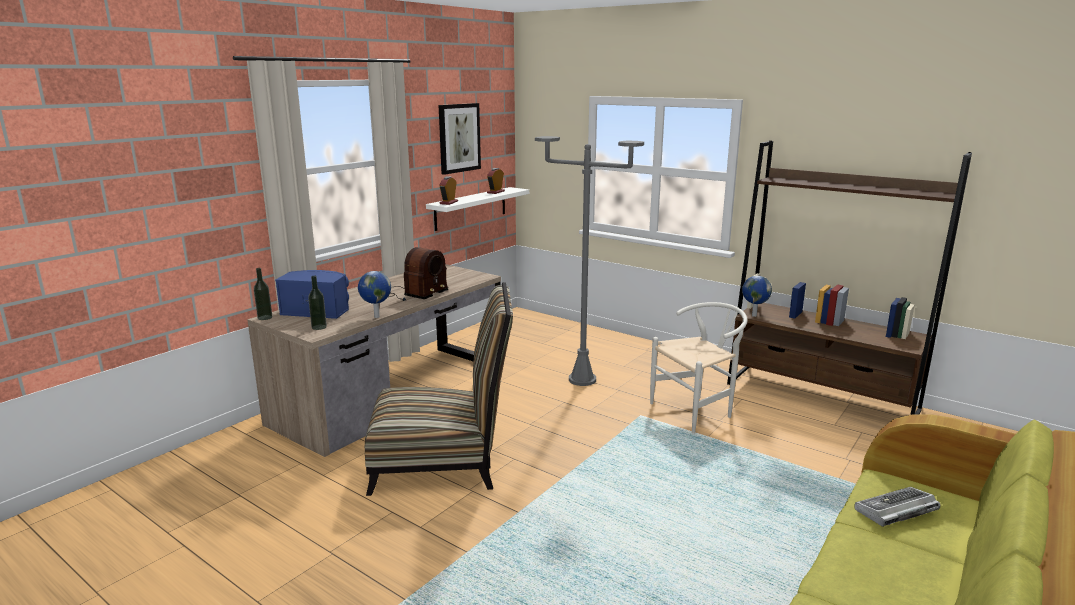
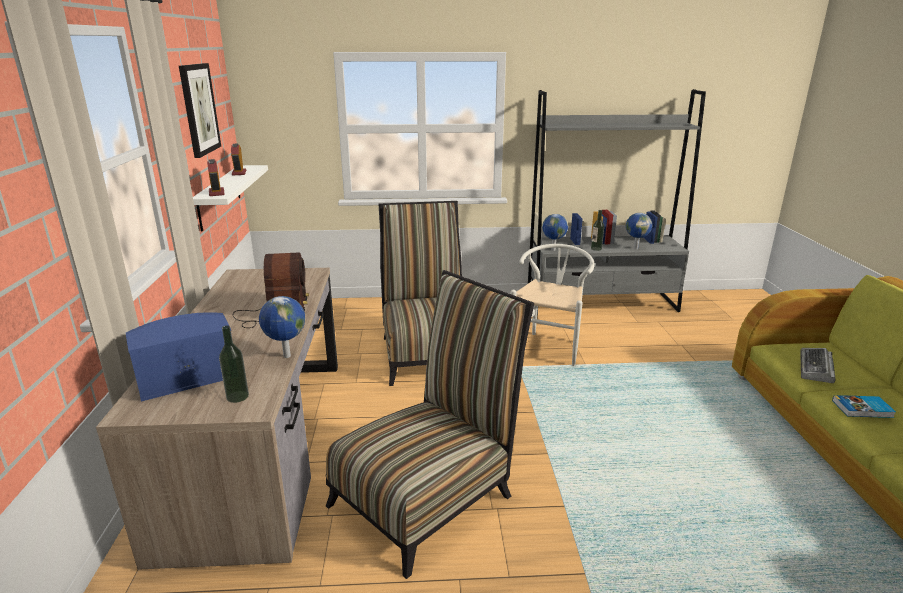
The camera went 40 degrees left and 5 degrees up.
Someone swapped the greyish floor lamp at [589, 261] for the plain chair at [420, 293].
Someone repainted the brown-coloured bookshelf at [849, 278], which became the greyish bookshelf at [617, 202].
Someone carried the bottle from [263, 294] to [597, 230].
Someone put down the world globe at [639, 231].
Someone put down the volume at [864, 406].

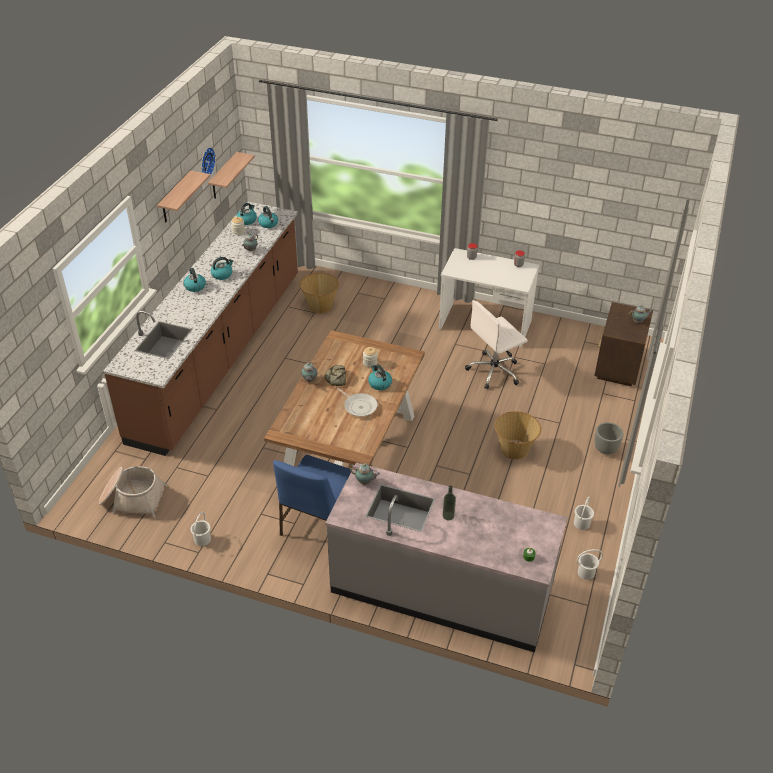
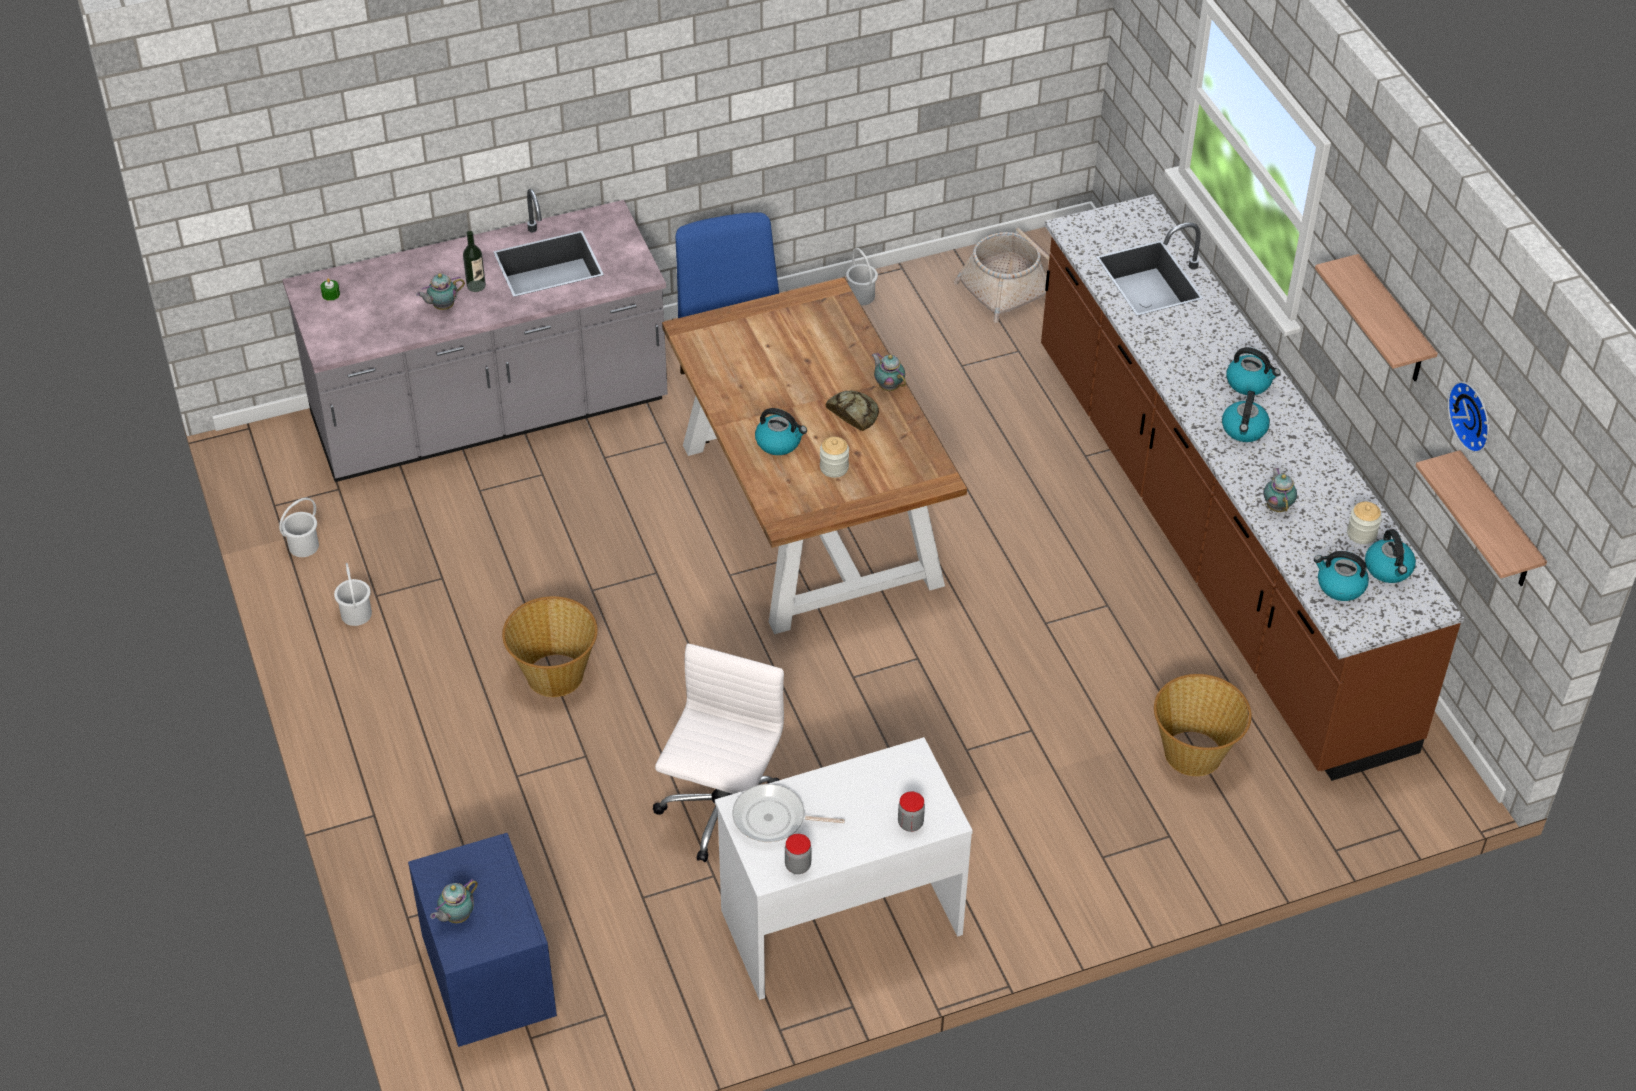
The camera went 140 degrees right and 5 degrees up.
Someone repainted the brown-coloured bedside table at [623, 344], which became the blue-coloured bedside table at [482, 940].
Someone carried the skillet from [357, 402] to [788, 813].
Someone took away the greyish plant pot at [609, 438].
Someone carried the pot for tea from [365, 474] to [440, 291].

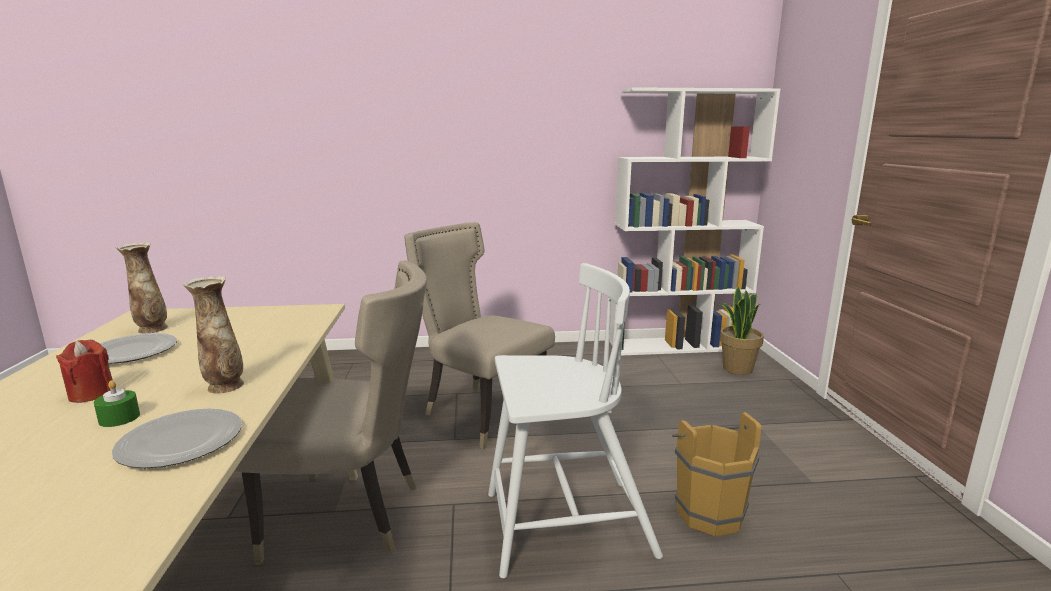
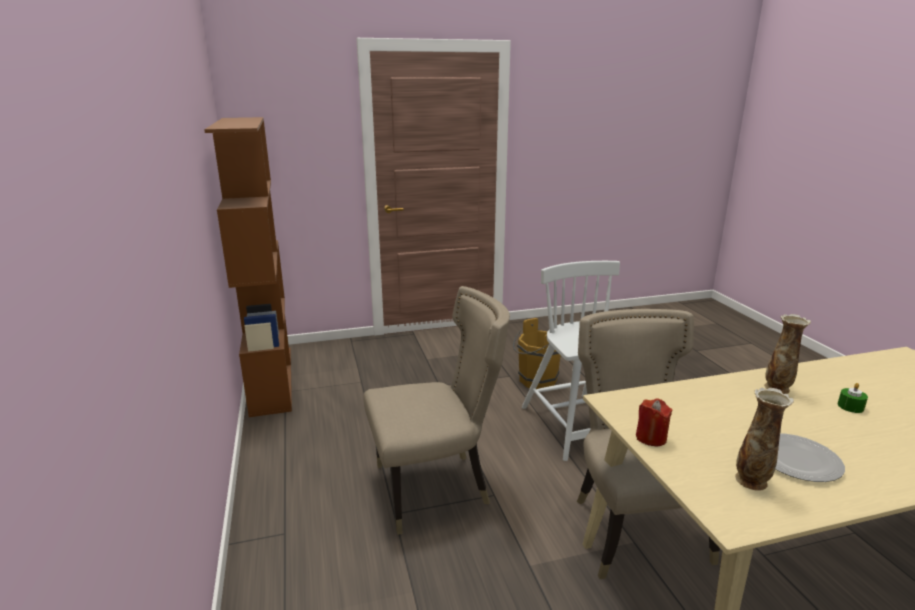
The camera went 100 degrees left and 5 degrees up.
Someone repainted the white-coloured bookshelf at [695, 221], which became the brown-coloured bookshelf at [248, 267].
Someone rotated the sand-coloured plain chair at [479, 335] by 135 degrees counterclockwise.
Someone took away the plant in a pot at [741, 330].
Someone carried the red-coloured wax candle from [84, 371] to [654, 422].
Someone took away the dinner plate at [177, 438].

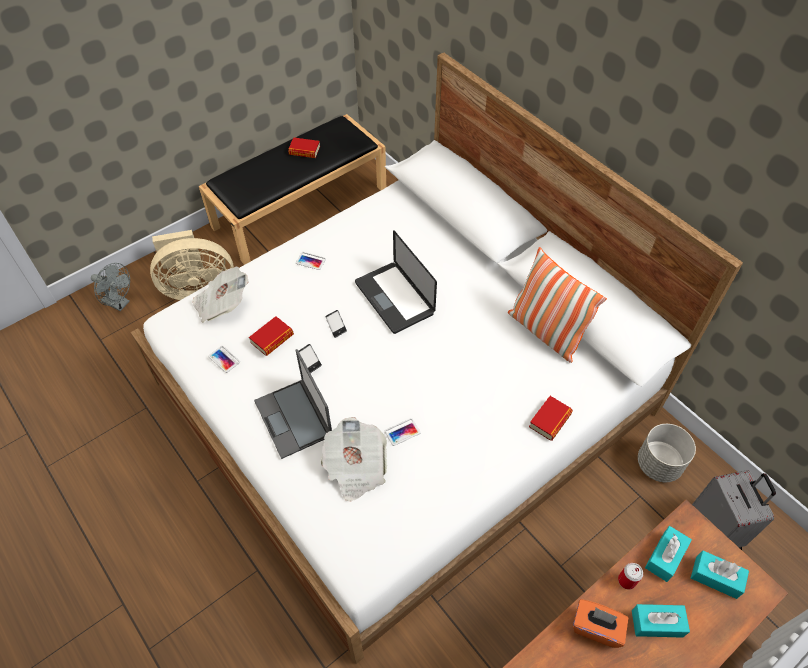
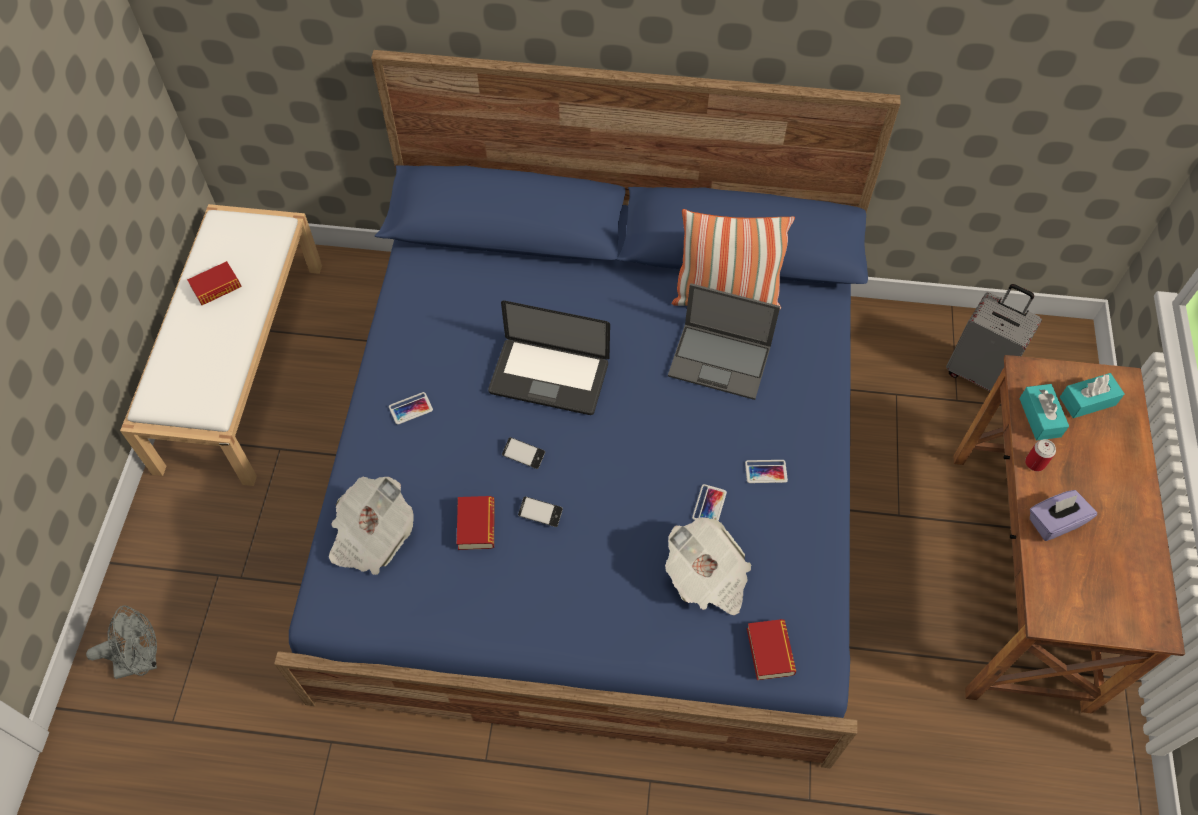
The camera went 45 degrees left and 5 degrees up.
Someone repainted the white-coloured bedroom bed at [437, 358], which became the blue-coloured bedroom bed at [587, 409].
Someone repainted the black-coloured long seat at [292, 189], which became the white-coloured long seat at [221, 345].
Someone took away the sand-coloured electric fan at [192, 265].
Someone carried the phone from [224, 359] to [766, 471].
Someone carried the portable computer from [293, 404] to [724, 341].
Someone carried the volume from [551, 418] to [771, 649].
Someone took away the greyish plant pot at [667, 453].
Someone repainted the orangey tissue box at [600, 623], which became the purple tissue box at [1063, 515].
Someone took away the turquoise tissue box at [661, 621].

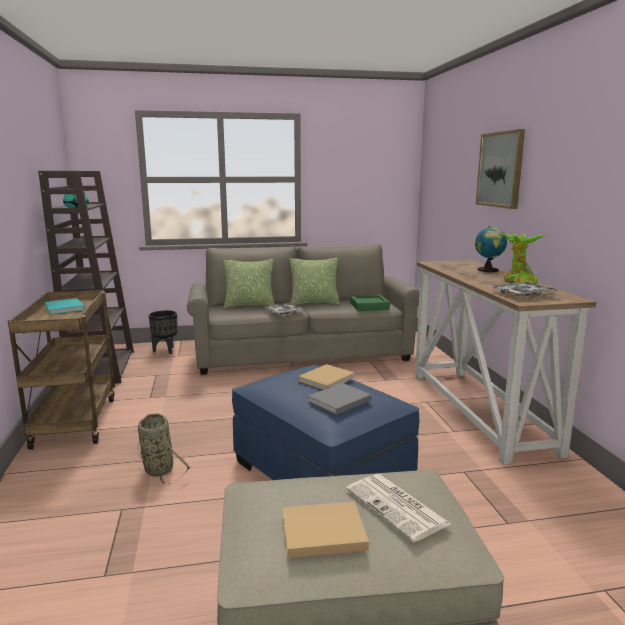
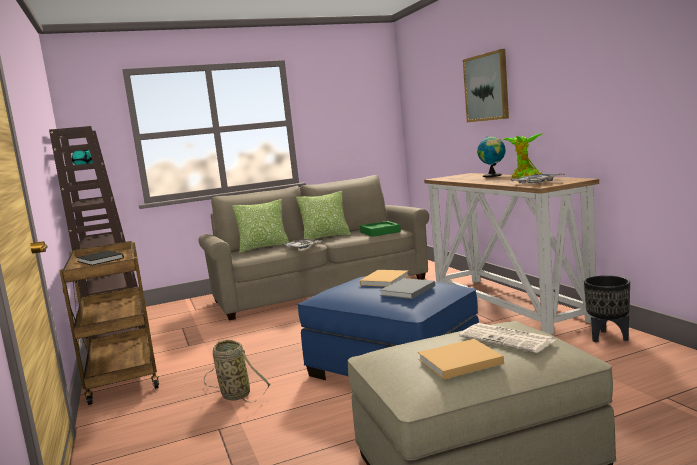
The camera went 10 degrees left and 5 degrees down.
Someone repainted the turquoise volume at [65, 306], which became the black-coloured volume at [100, 258].
Someone carried the black-coloured plant pot from [163, 332] to [607, 308].

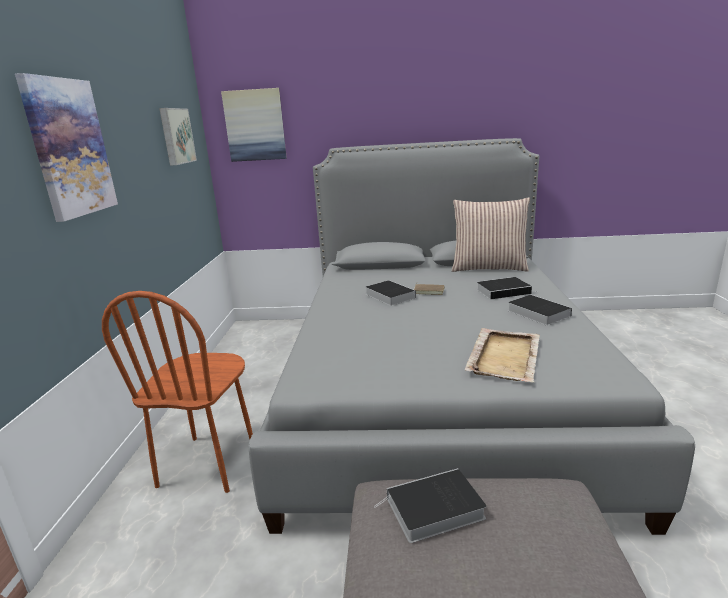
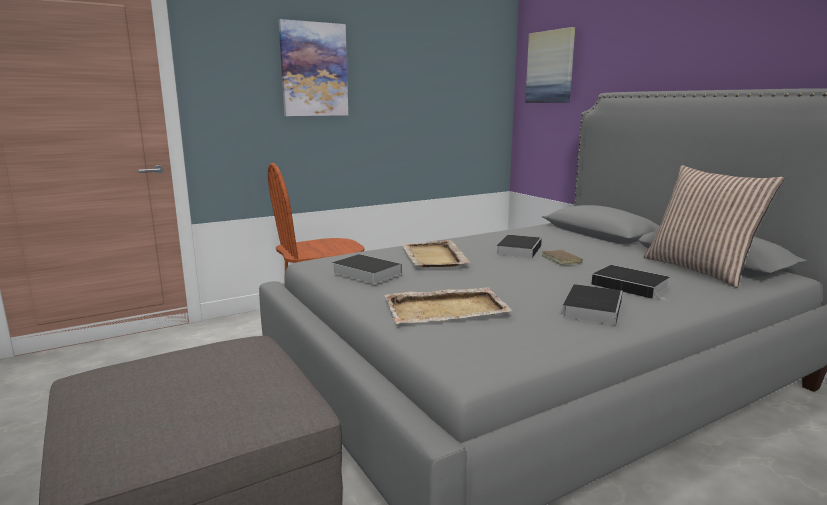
The camera went 55 degrees right and 5 degrees down.
Someone took away the wall picture at [178, 137].
Someone carried the volume from [430, 505] to [367, 269].
Someone put down the sand-coloured serving tray at [436, 253].

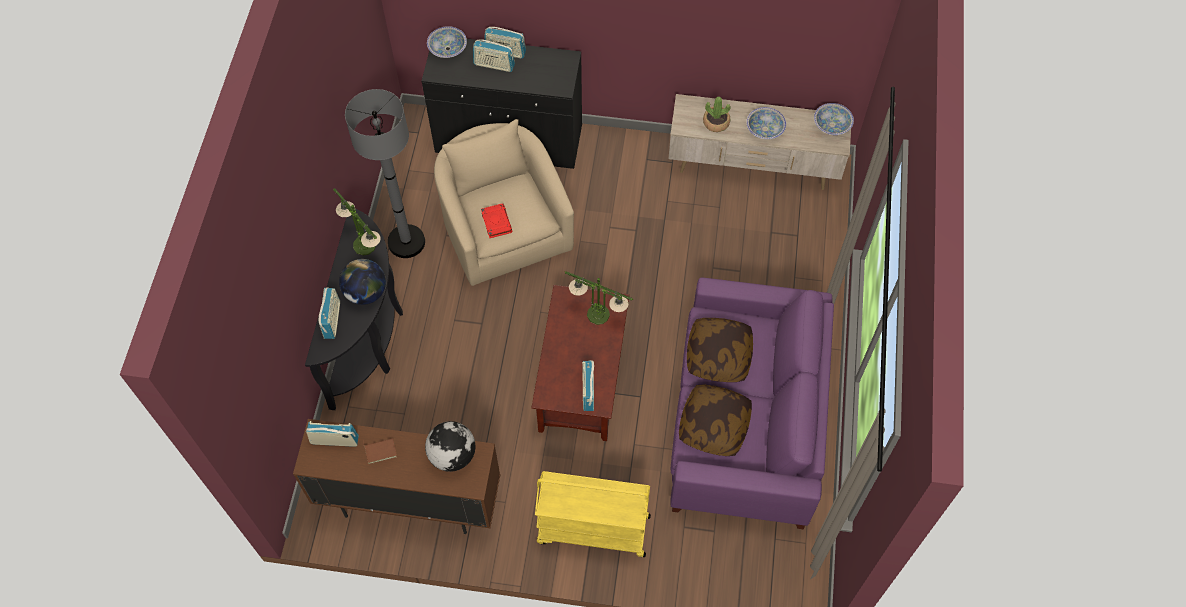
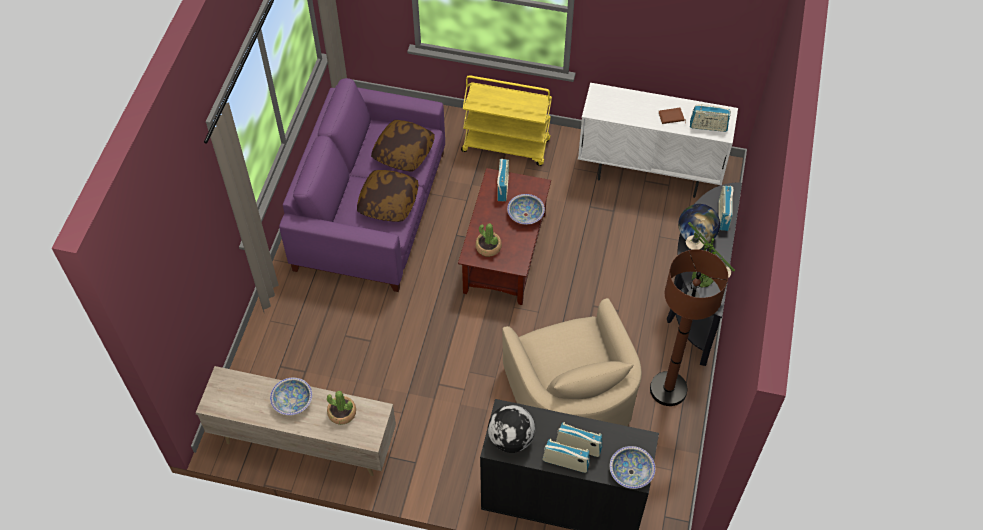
The camera went 175 degrees left and 5 degrees down.
Someone repainted the greyish floor lamp at [385, 173], which became the brown-coloured floor lamp at [689, 327].
Someone carried the serving bowl from [834, 119] to [526, 209].
Someone took away the red-coloured volume at [496, 220].
Someone swapped the table lamp at [599, 298] for the plant in a pot at [488, 240].
Someone repainted the brown-coloured cabinet at [396, 476], which became the white-coloured cabinet at [658, 140].
Someone carried the world globe from [450, 446] to [511, 429].

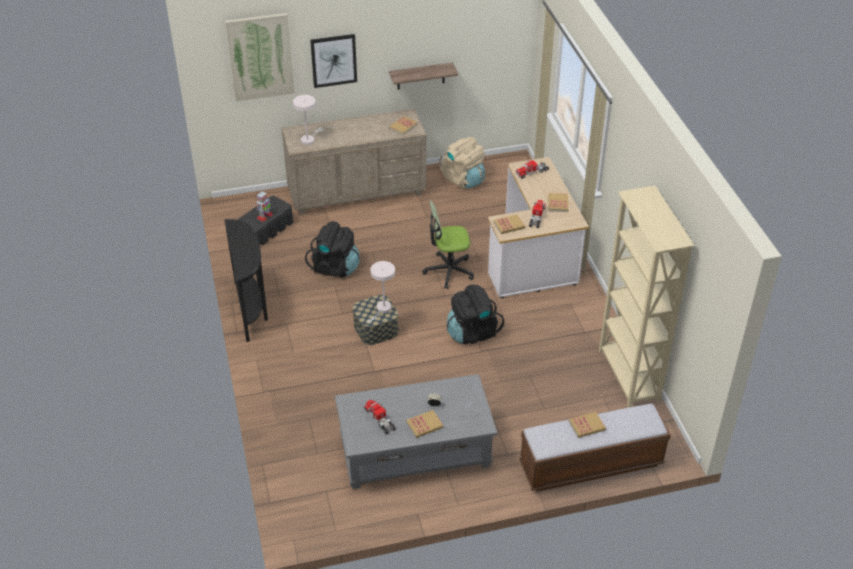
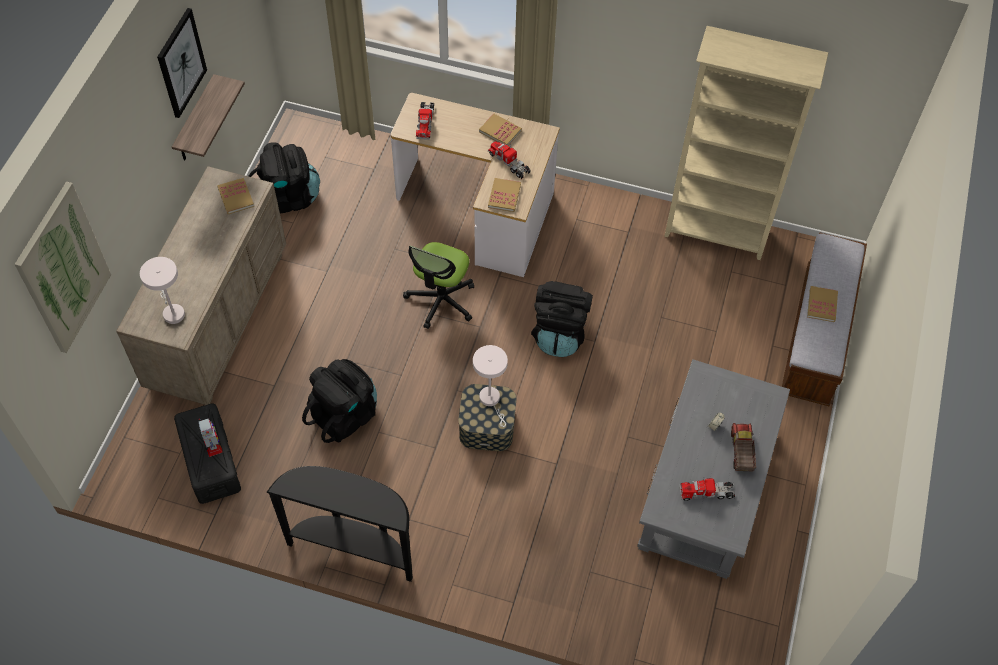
The camera went 60 degrees left and 15 degrees up.
Someone carried the wall picture from [333, 61] to [182, 63].
Someone repainted the sand-coloured rucksack at [462, 163], which became the black-coloured rucksack at [284, 178].
Someone swapped the volume at [424, 424] for the model truck at [743, 447].

